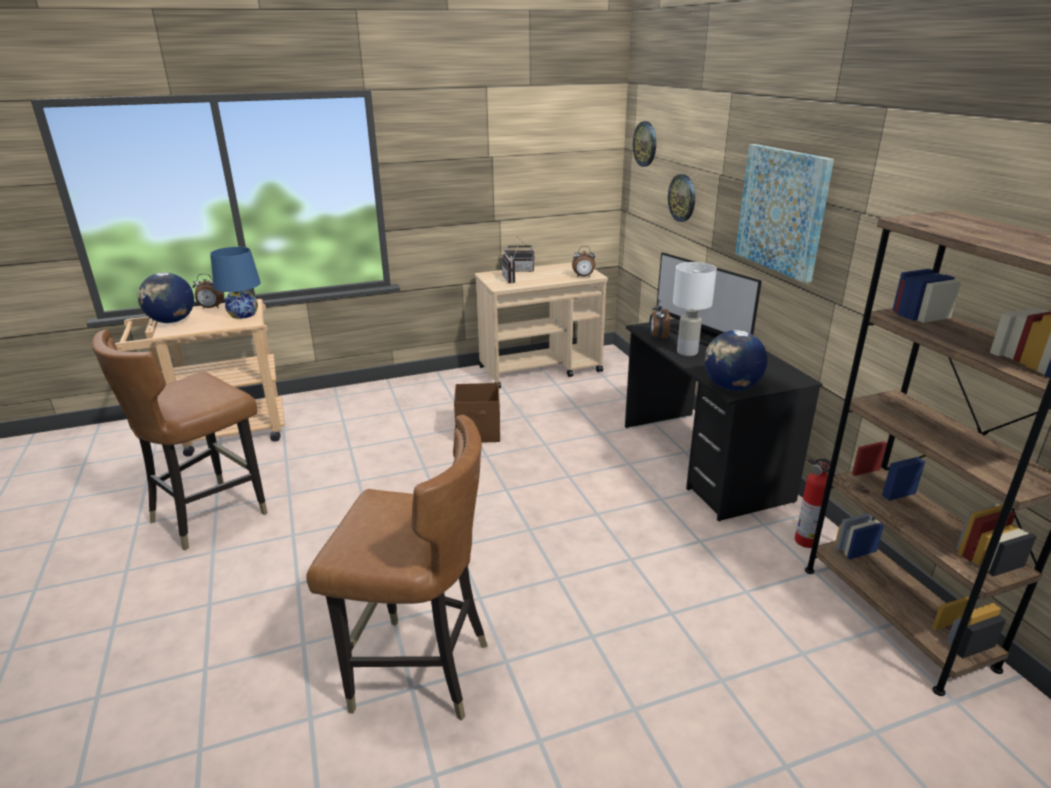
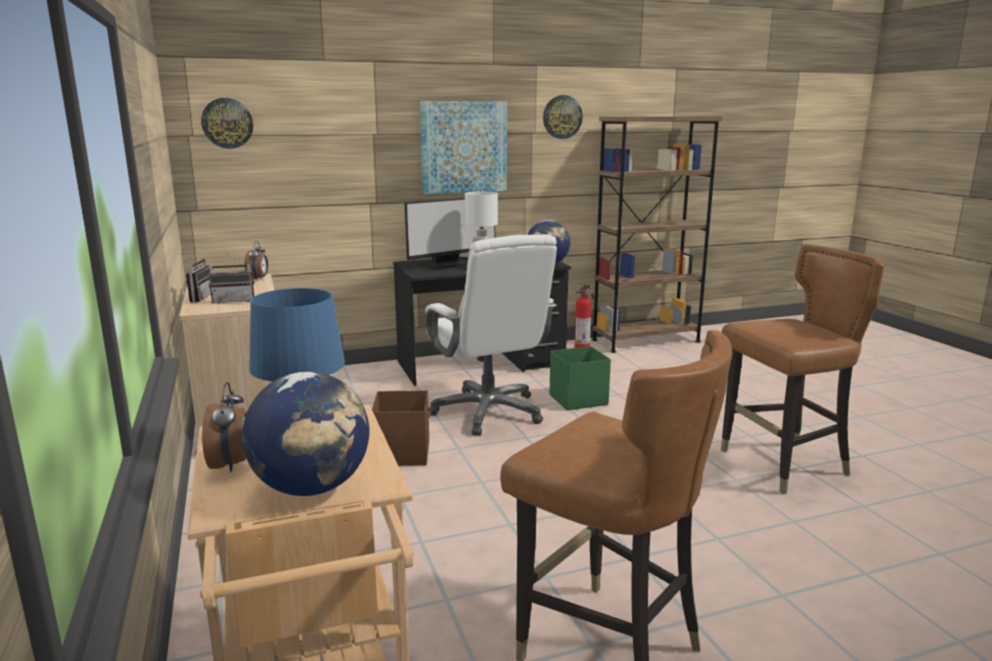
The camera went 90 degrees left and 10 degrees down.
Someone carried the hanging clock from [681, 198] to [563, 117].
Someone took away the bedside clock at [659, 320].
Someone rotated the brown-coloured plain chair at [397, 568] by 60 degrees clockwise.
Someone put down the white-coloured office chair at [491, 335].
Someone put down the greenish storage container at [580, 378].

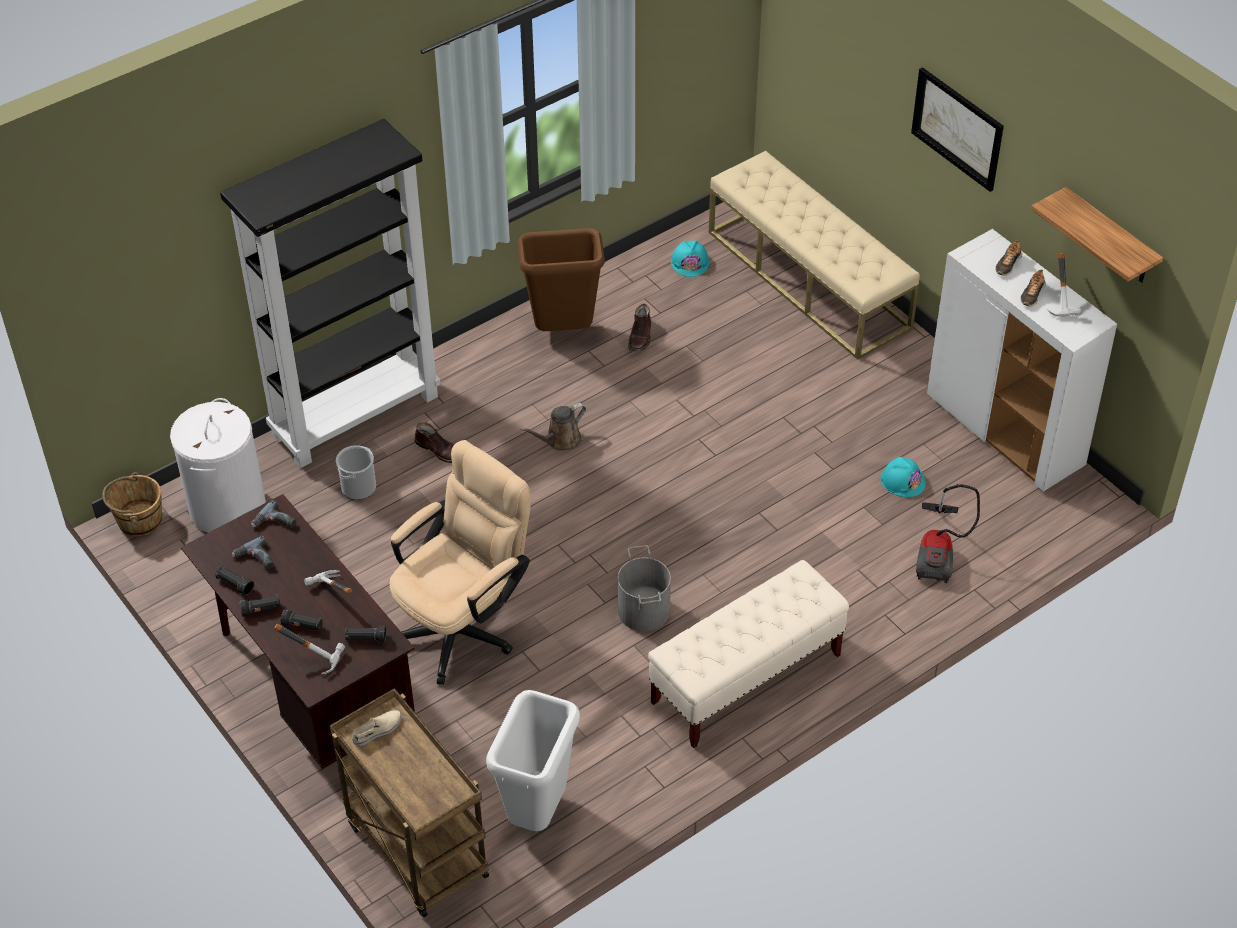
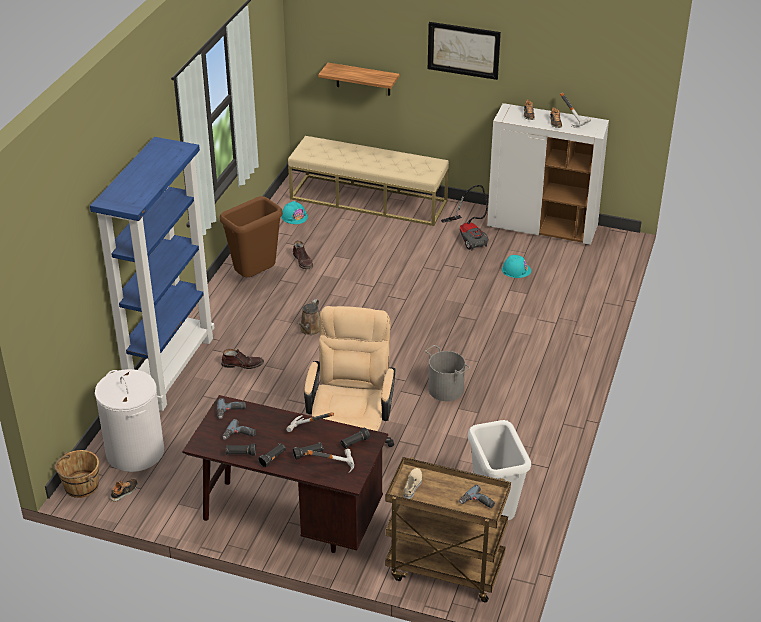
The camera went 35 degrees left and 10 degrees down.
Someone repainted the black-coloured bookshelf at [330, 293], which became the blue-coloured bookshelf at [152, 274].
Someone carried the bracket shelf from [1097, 235] to [358, 79].
Someone took away the bucket at [356, 472].
Someone carried the vacuum cleaner from [948, 533] to [465, 218].
Someone took away the sand-coloured long seat at [748, 654].
Someone put down the low shoe at [123, 490].
Someone put down the power drill at [477, 496].

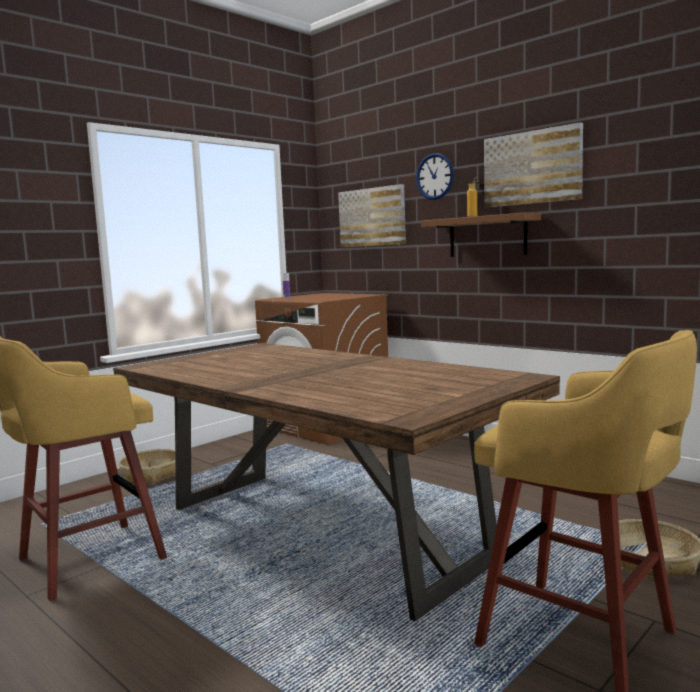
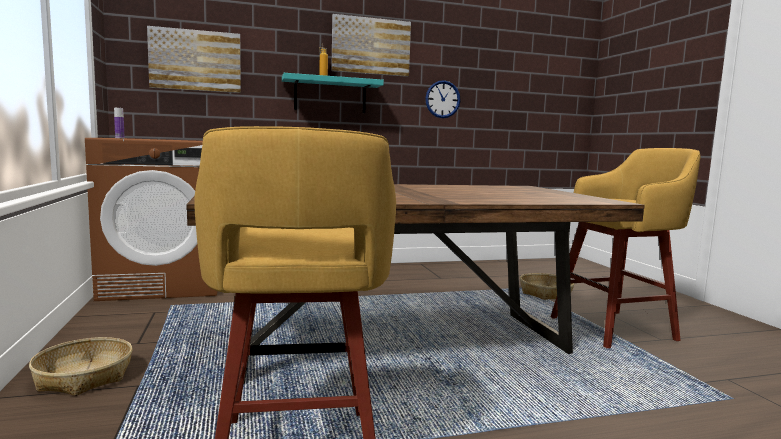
The camera went 60 degrees left and 0 degrees up.
Someone carried the hanging clock from [435, 176] to [443, 99].
Someone repainted the brown-coloured bracket shelf at [481, 235], which became the turquoise bracket shelf at [333, 93].

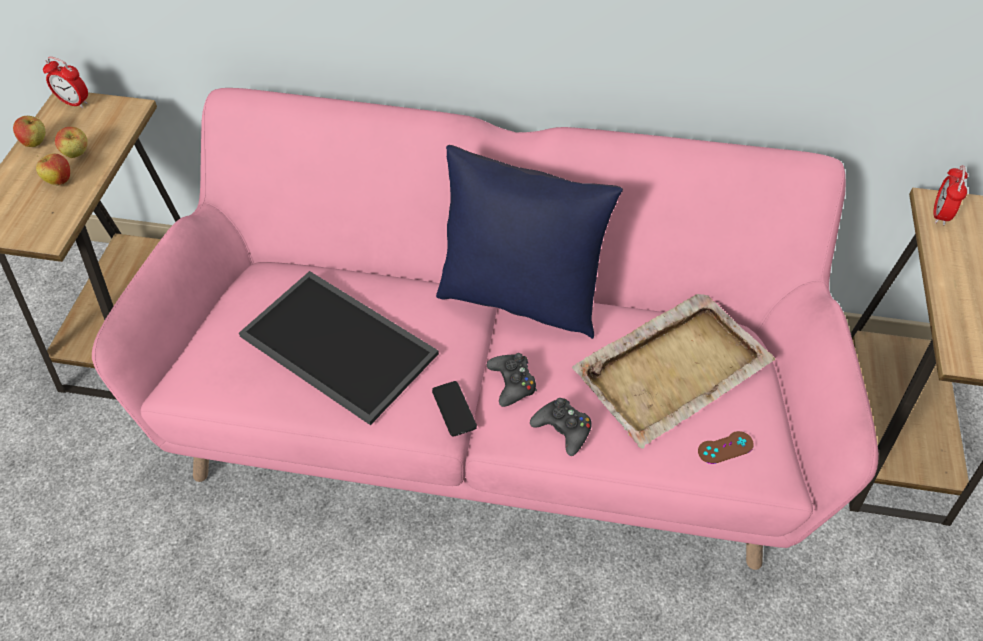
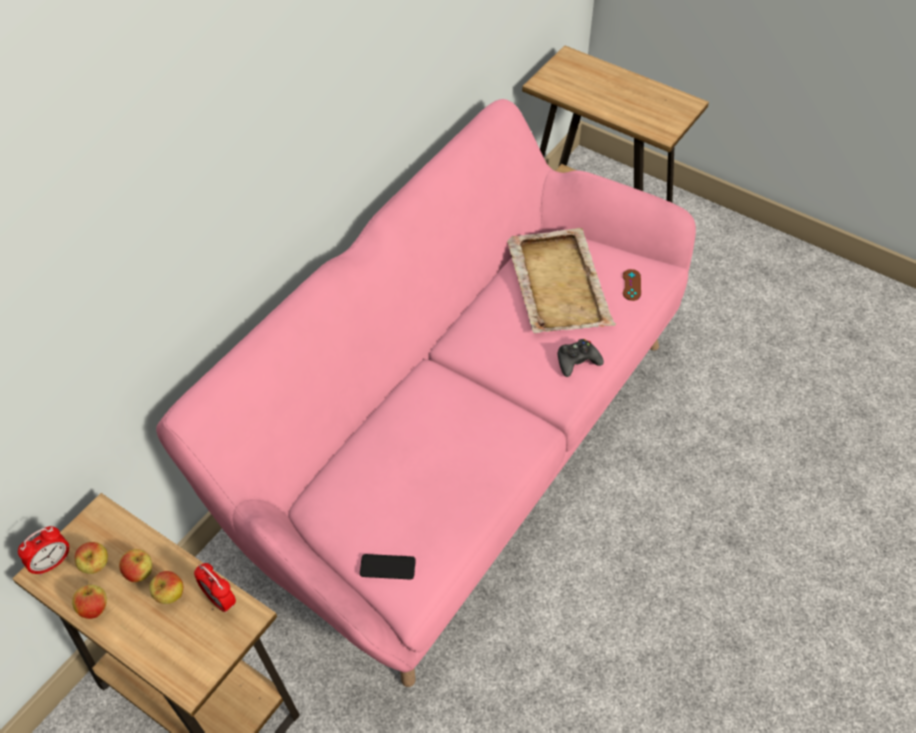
The camera went 65 degrees left and 0 degrees up.
Someone took away the blue-coloured throw pillow at [529, 242].
Someone carried the bedside clock from [950, 195] to [215, 588].
Someone took away the serving tray at [339, 348].
Someone took away the black-coloured gamepad at [512, 380].
Someone carried the phone from [454, 409] to [388, 566].
Someone put down the apple fruit at [91, 558].

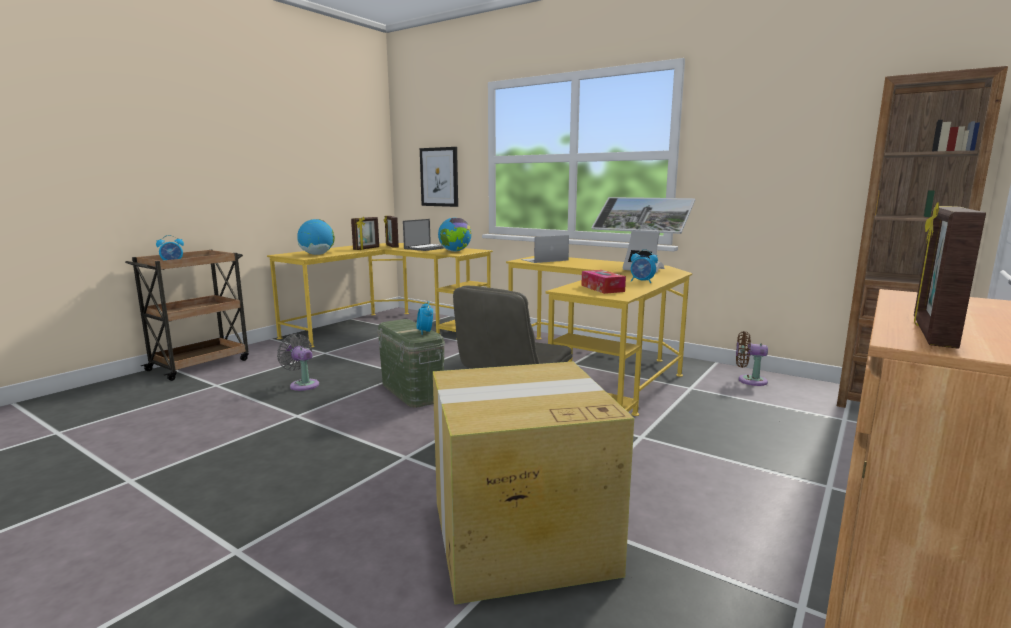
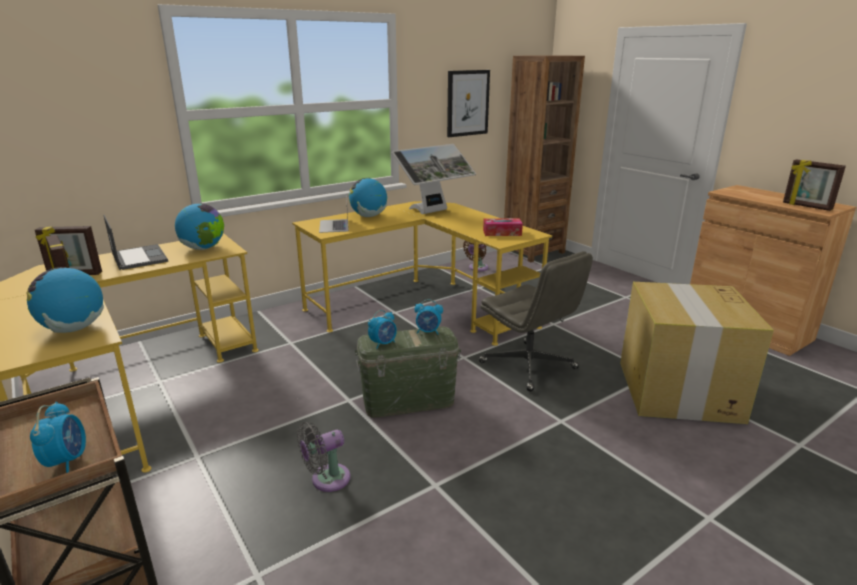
The camera went 70 degrees left and 10 degrees up.
Someone carried the wall picture from [439, 177] to [468, 103].
Someone carried the bedside clock from [644, 266] to [382, 329].
Someone put down the world globe at [368, 197].

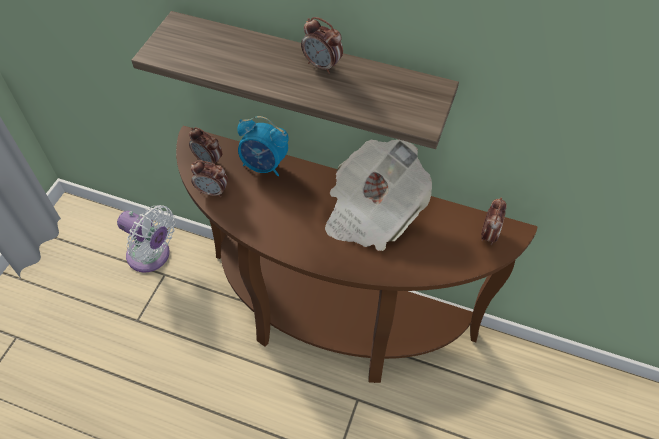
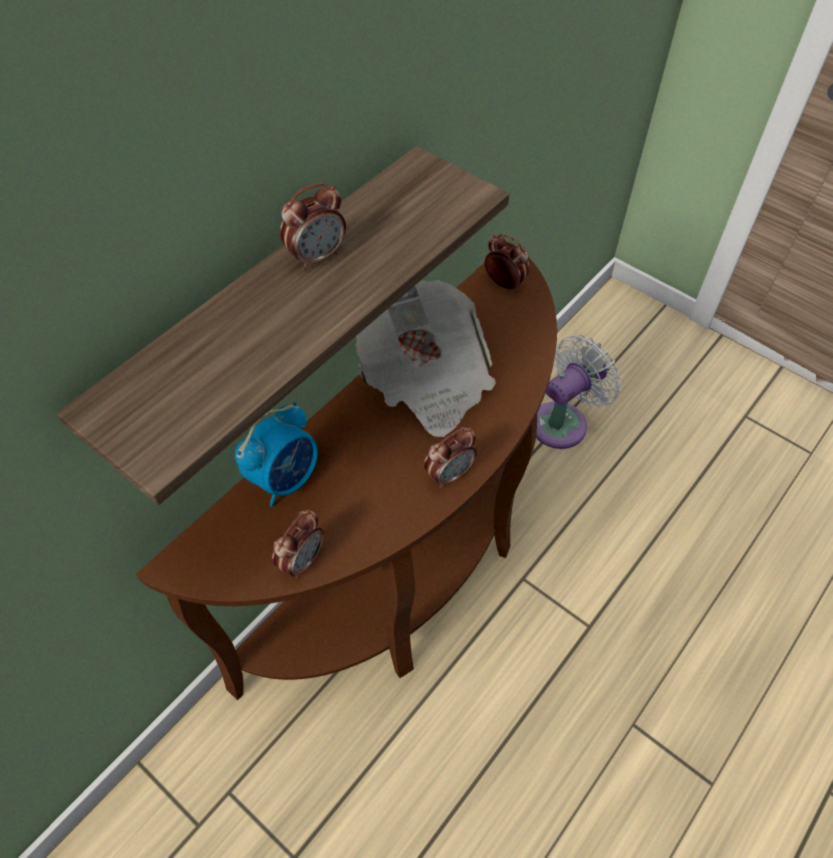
The camera went 70 degrees left and 0 degrees up.
Someone carried the bedside clock from [206, 146] to [450, 457].
Someone carried the white-coloured electric fan from [146, 239] to [578, 392].

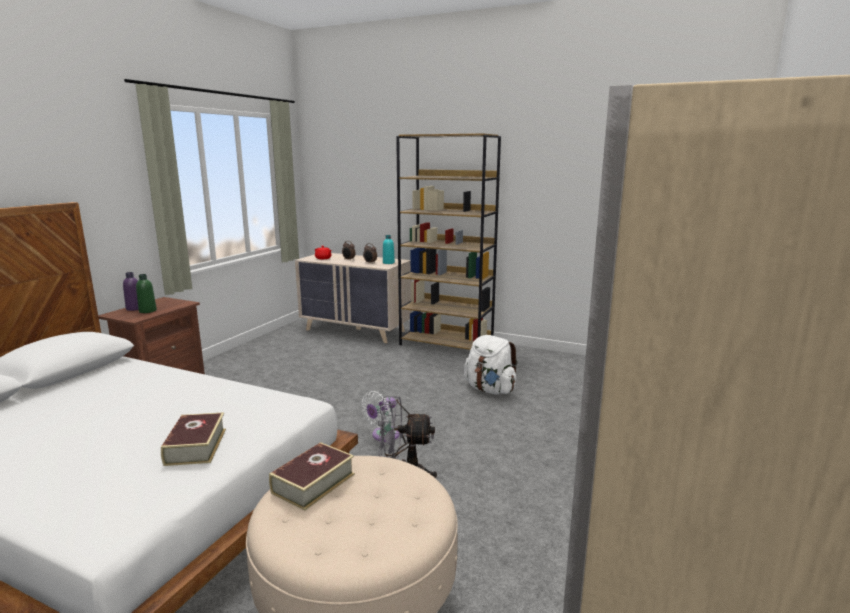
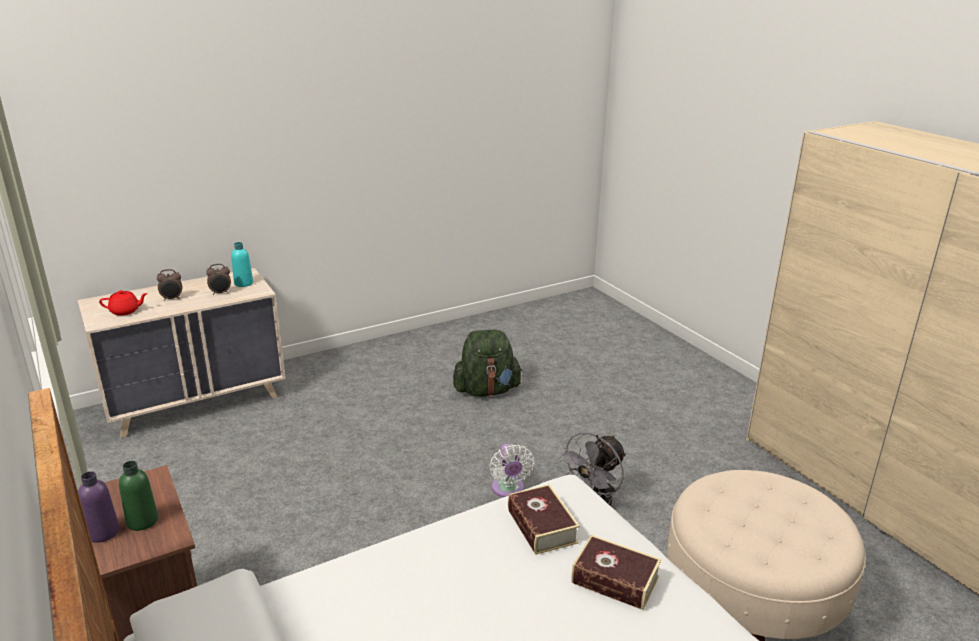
The camera went 55 degrees left and 10 degrees up.
Someone took away the brown-coloured bookshelf at [448, 241].
Someone repainted the white-coloured rucksack at [491, 364], which became the greenish rucksack at [487, 363].
Someone carried the volume from [312, 476] to [544, 519].

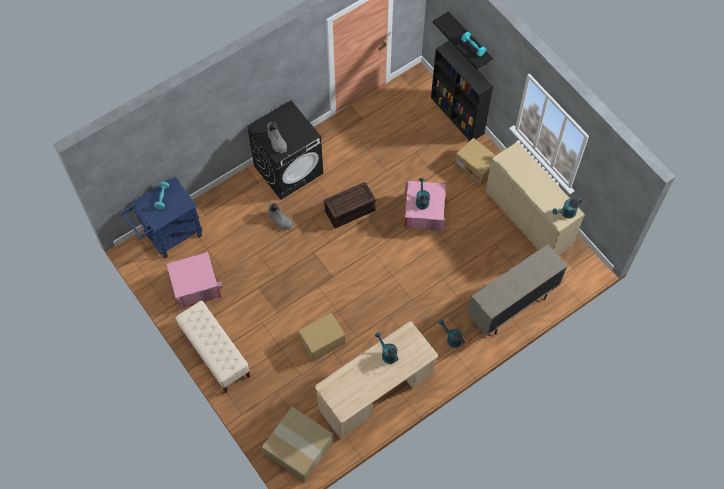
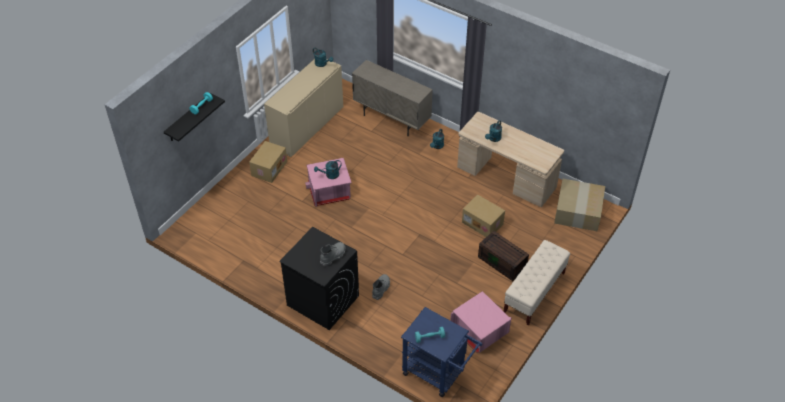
The camera went 110 degrees left and 15 degrees down.
Someone took away the black-coloured bookshelf at [462, 90].
Someone carried the brown-coloured storage container from [350, 205] to [503, 256].

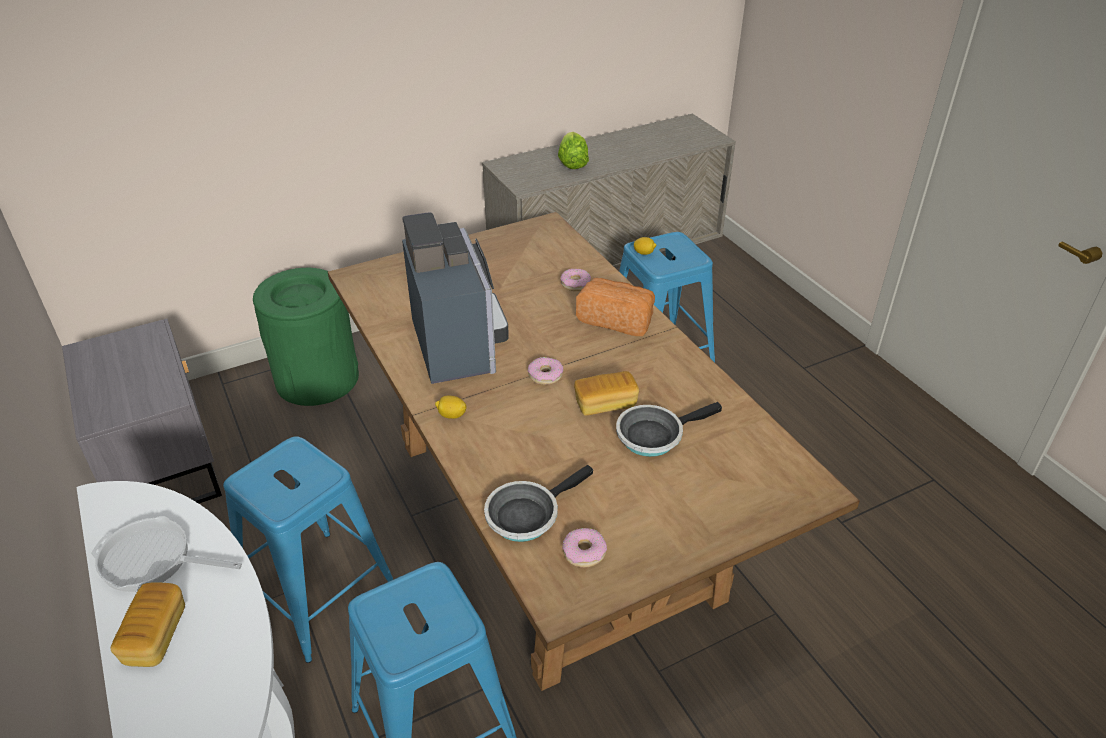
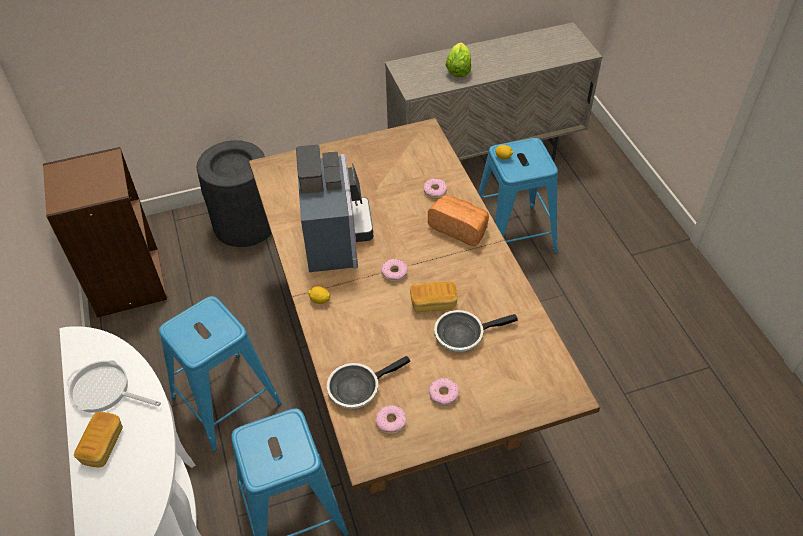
The camera went 10 degrees right and 10 degrees up.
Someone repainted the greenish waste bin at [306, 337], which became the black-coloured waste bin at [234, 193].
Someone swapped the greyish bedside table at [142, 411] for the brown-coloured bookshelf at [105, 232].
Someone put down the donut at [444, 392].

